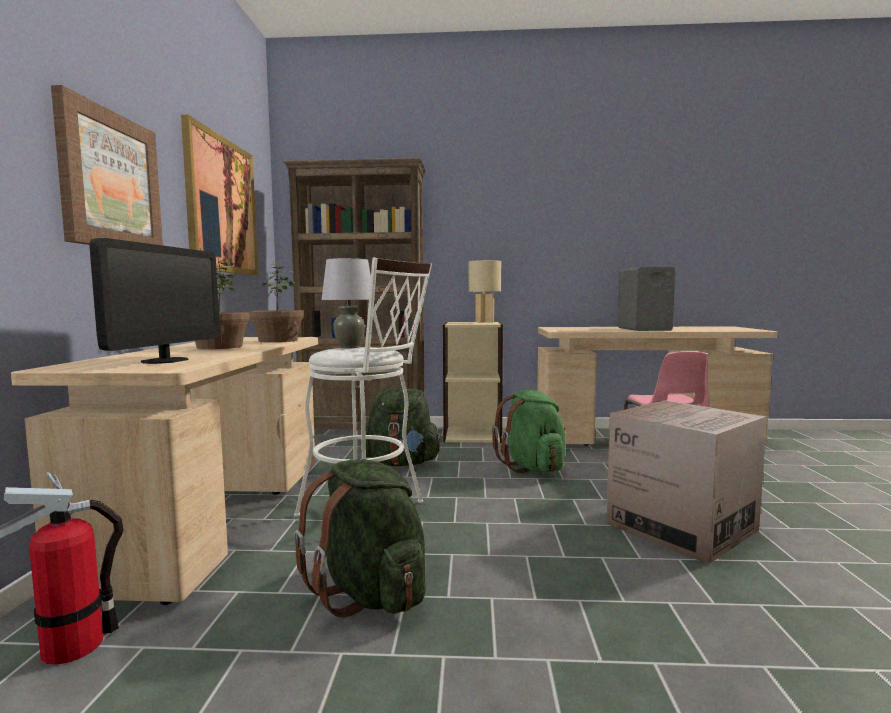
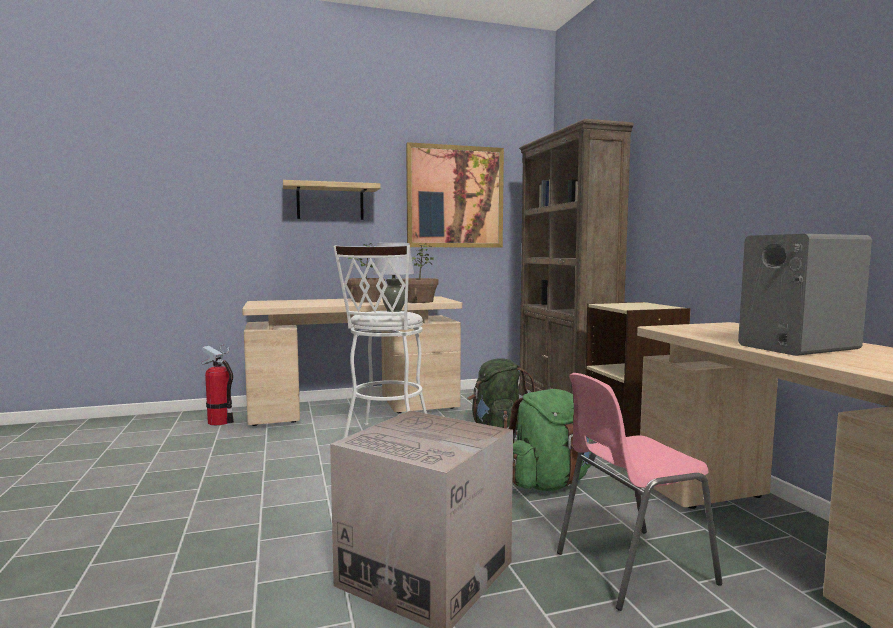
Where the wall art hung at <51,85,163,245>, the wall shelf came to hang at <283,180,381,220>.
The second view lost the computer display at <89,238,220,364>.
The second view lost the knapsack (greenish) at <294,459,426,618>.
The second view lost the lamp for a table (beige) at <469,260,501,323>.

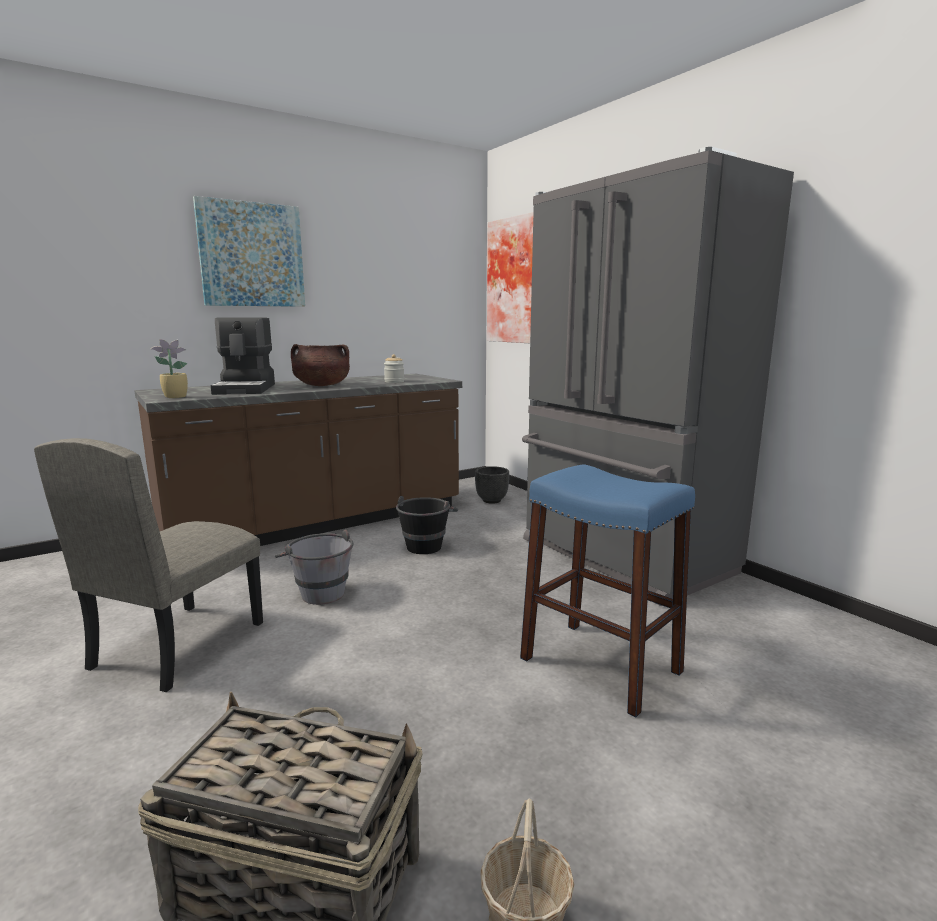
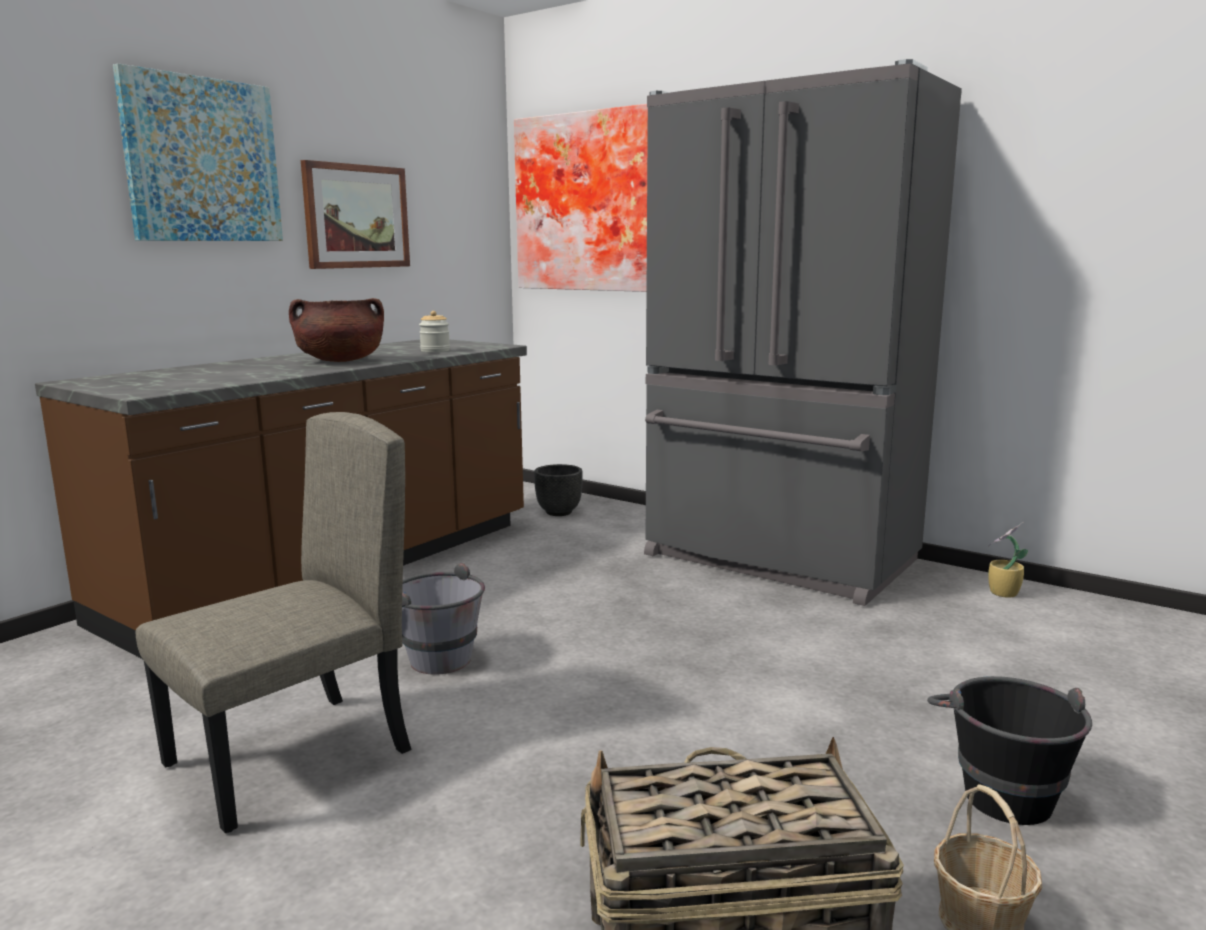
The upright chair (beige) at <34,438,263,692> ended up facing another way, 135 degrees counterclockwise from before.
The second view gained the wall art at <301,160,410,269>.
The pail (blackish) ended up elsewhere, having gone from <396,496,458,554> to <927,676,1092,825>.
The plant in a pot ended up elsewhere, having gone from <151,339,188,398> to <988,522,1028,598>.
The second view lost the coffee maker at <211,318,275,395>.
The second view lost the stool seat (bluish) at <520,465,695,718>.

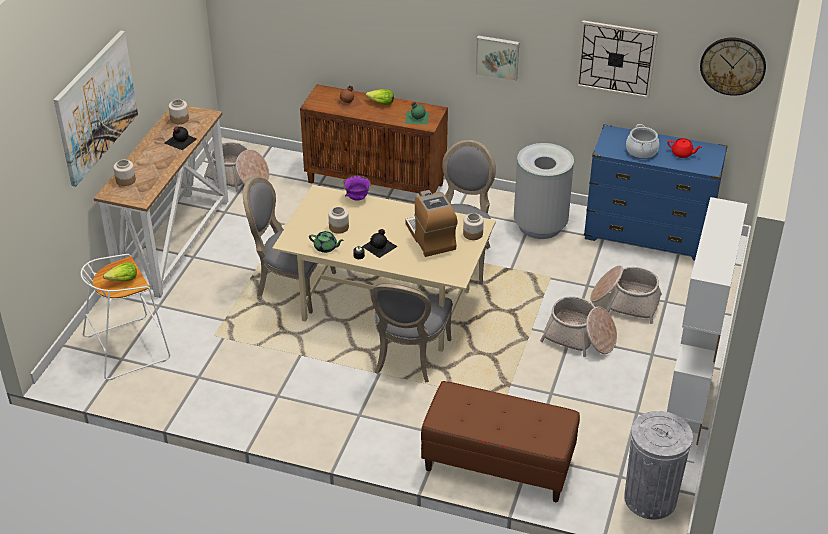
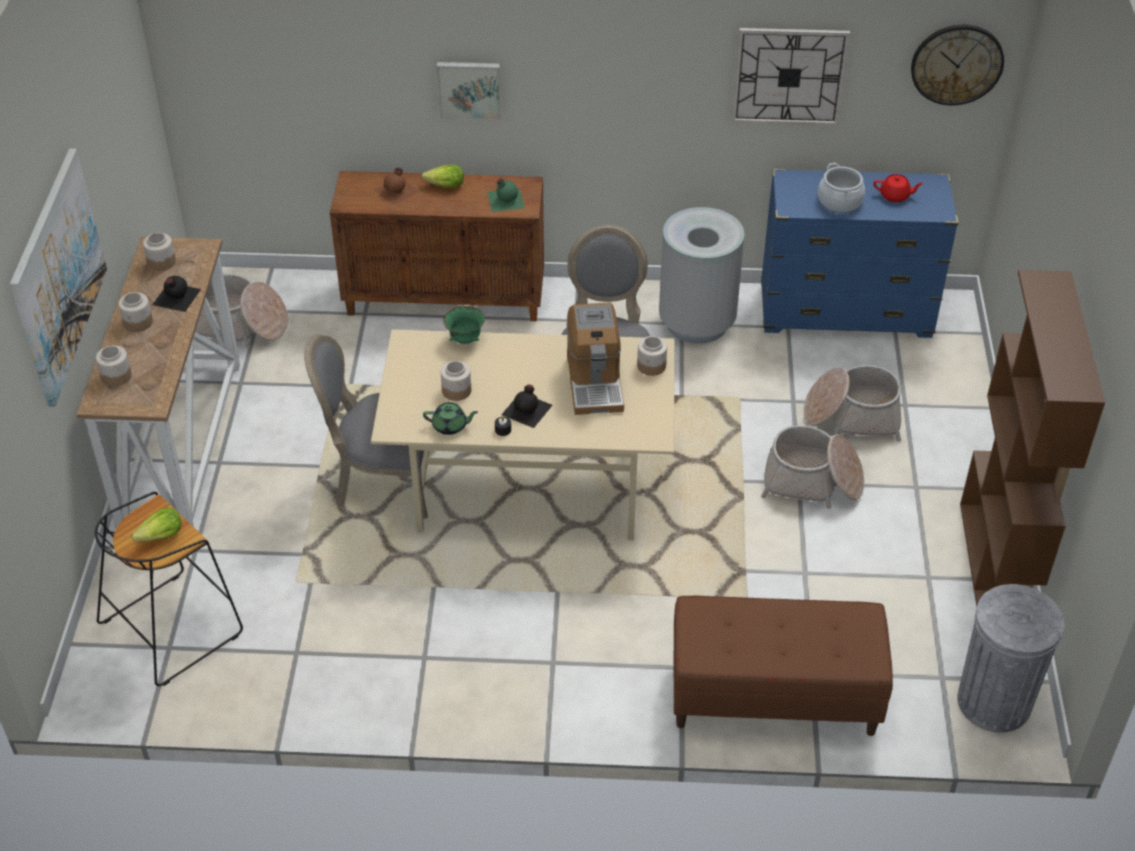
What was the stool seat (whitish) at <81,254,170,380> turned into the stool seat (blackish) at <95,492,243,686>.
The second view gained the storage jar at <118,292,153,332>.
The wall art ended up elsewhere, having gone from <475,35,519,81> to <437,62,502,120>.
What was the deep dish (purple-coloured) at <342,175,371,201> turned into the deep dish (greenish) at <443,306,485,344>.
The coffee maker at <405,190,458,257> ended up facing another way, 150 degrees counterclockwise from before.
What was the bookcase (whitish) at <667,197,747,463> turned into the bookcase (brown) at <960,270,1105,606>.
The second view lost the upright chair (grey) at <371,283,453,382>.

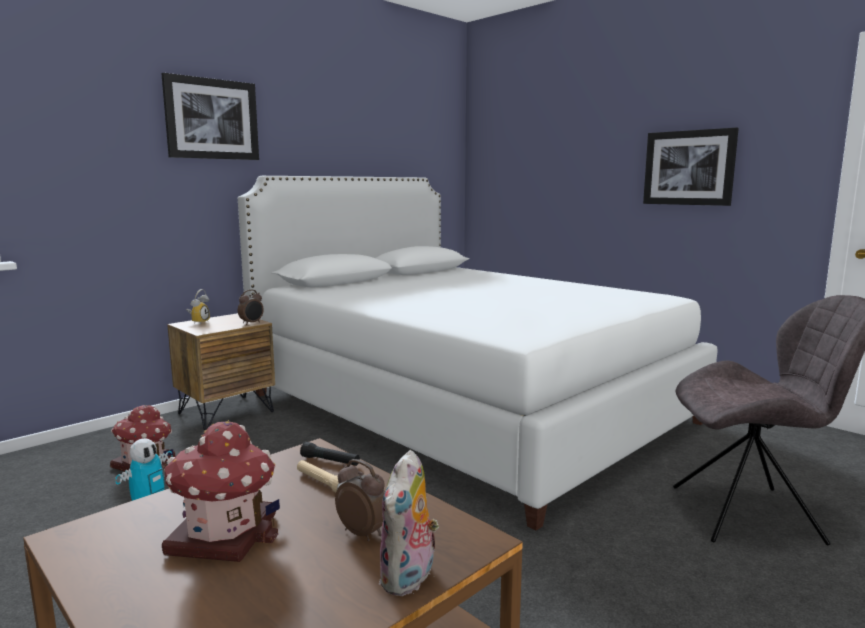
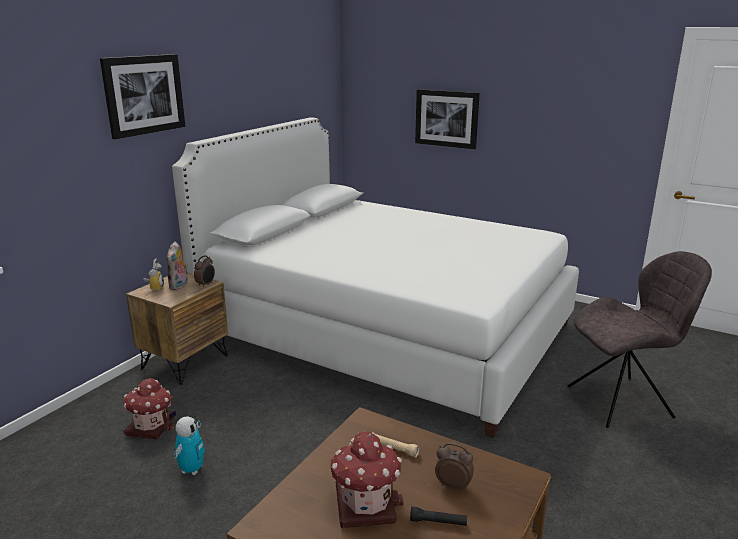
The cuddly toy ended up elsewhere, having gone from <378,450,439,596> to <167,241,188,290>.
The flashlight (blackish) ended up elsewhere, having gone from <300,442,360,466> to <410,507,467,526>.
The wall art ended up elsewhere, having gone from <643,127,739,206> to <415,89,480,149>.

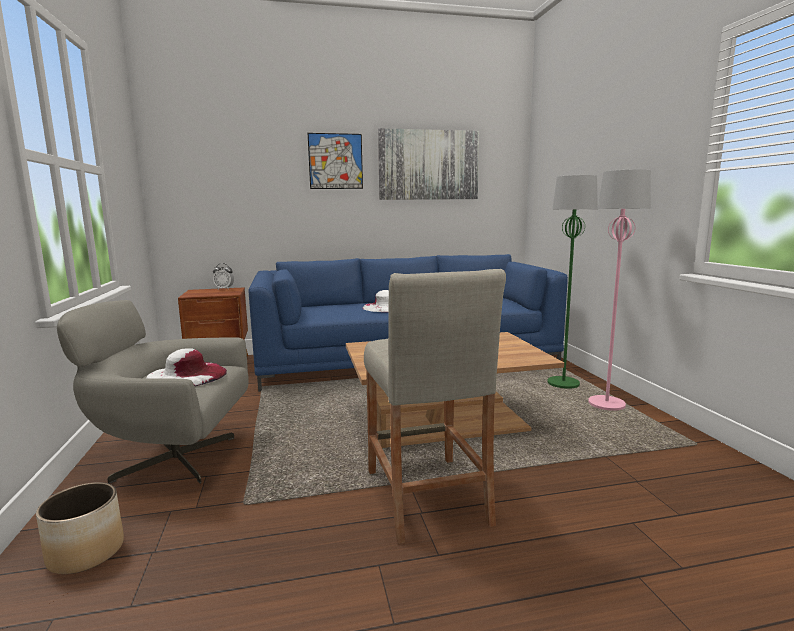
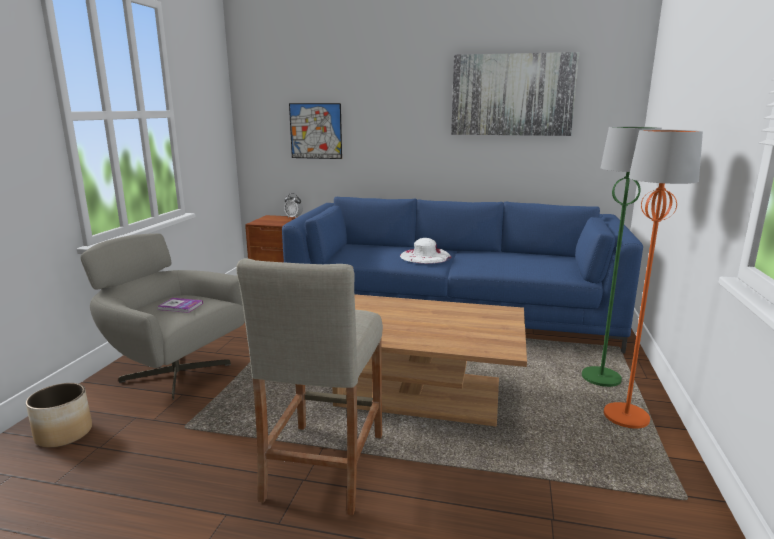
Where the hat (whitish) stood at <146,348,227,386>, the book came to stand at <157,298,203,313>.
The wall art ended up elsewhere, having gone from <308,133,363,189> to <289,103,342,159>.
What was the standing lamp (pinkish) at <588,169,651,411> turned into the standing lamp (orange) at <604,130,703,429>.

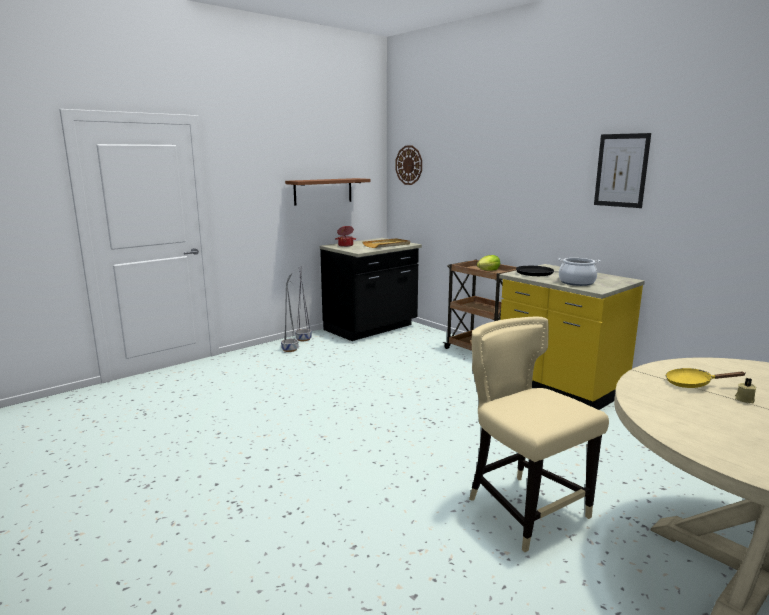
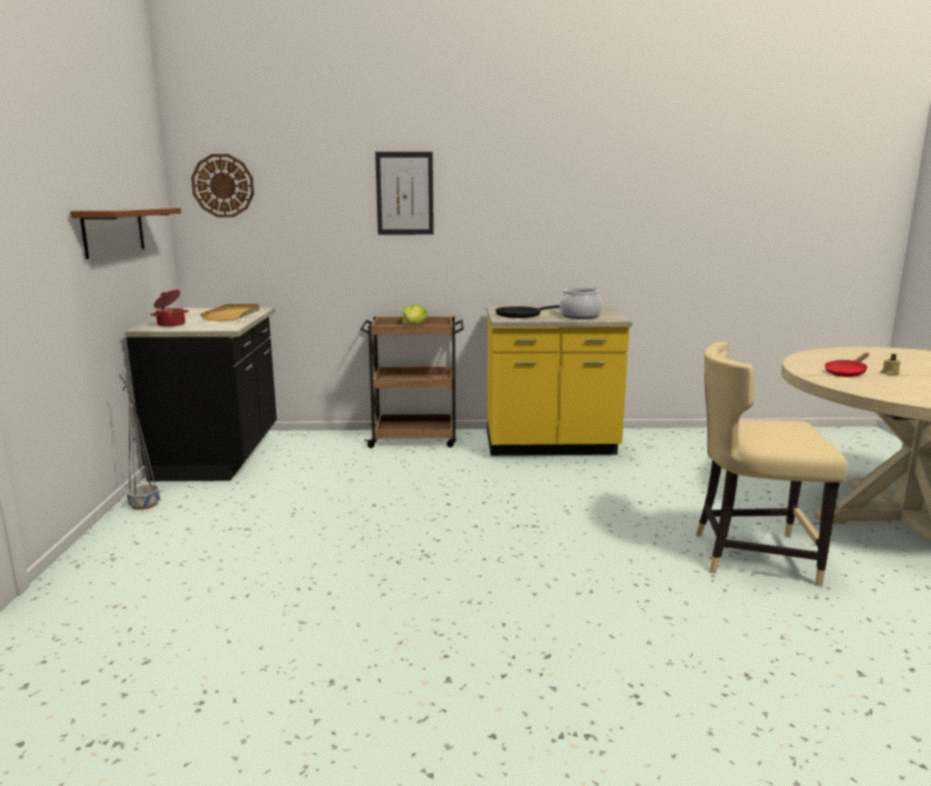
The wall art ended up elsewhere, having gone from <594,133,651,208> to <375,152,434,235>.
What was the skillet (yellowish) at <666,368,746,388> turned into the skillet (red) at <825,353,869,377>.
The second view lost the plant pot (grey) at <281,273,298,352>.

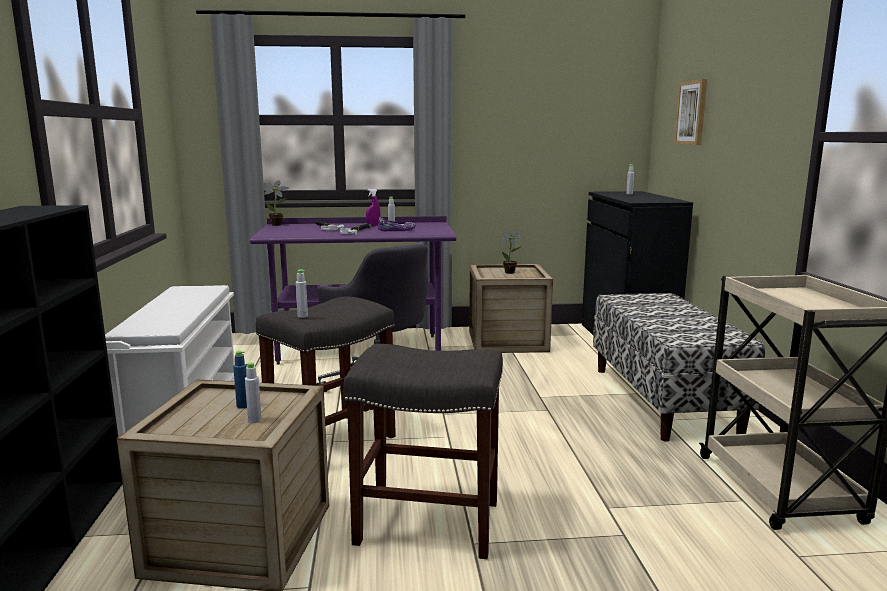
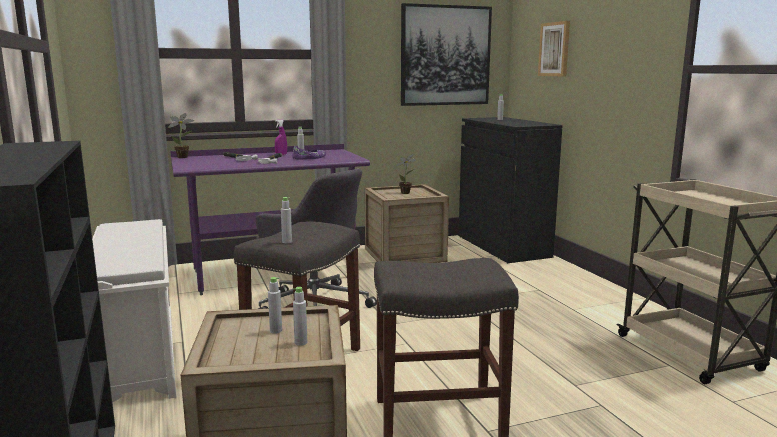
What was the drink bottle (bluish) at <233,350,247,408> turned into the drink bottle (grey) at <268,277,282,334>.
The second view gained the wall art at <401,3,492,106>.
The second view lost the indoor bench at <593,293,765,442>.

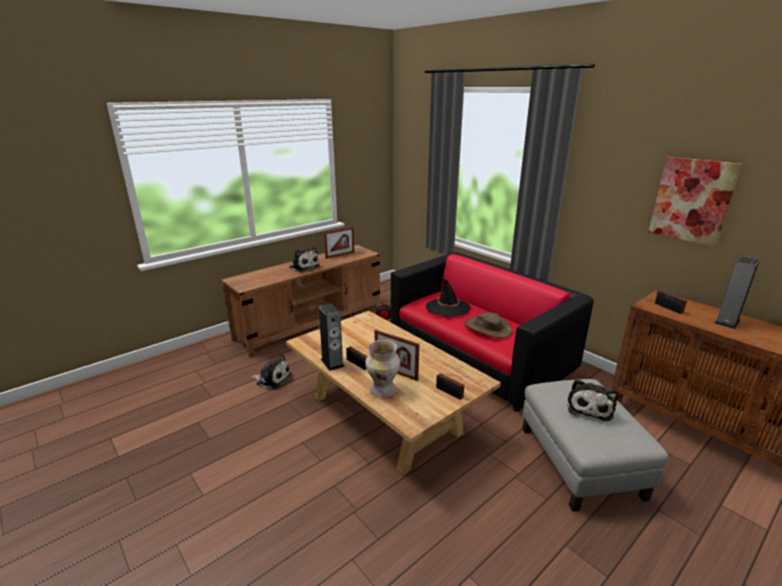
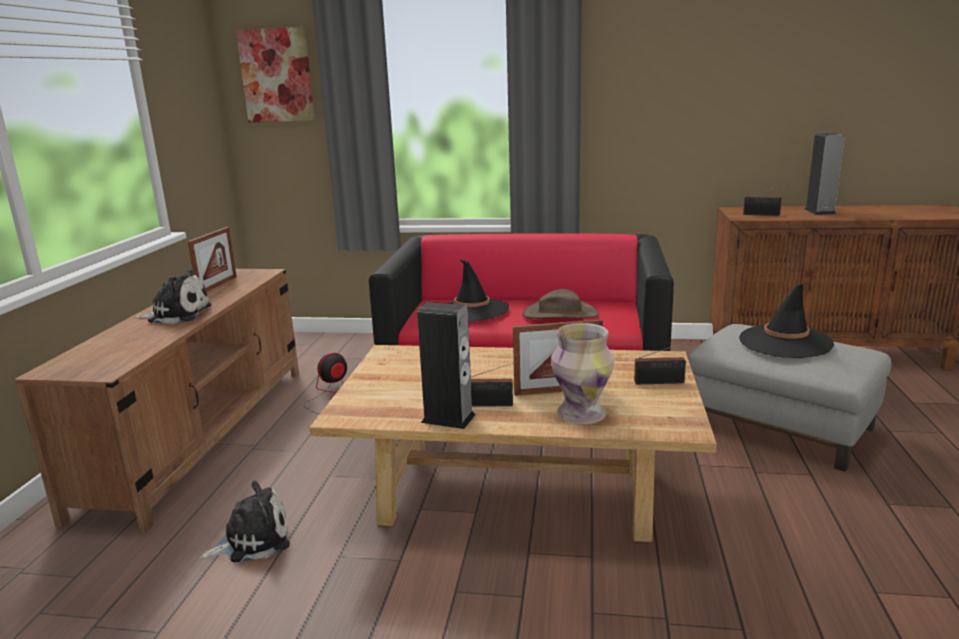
The wall art ended up elsewhere, having gone from <648,157,742,246> to <236,27,315,122>.
Where the cuddly toy stood at <567,379,619,421>, the hat (blackish) came to stand at <739,284,834,358>.

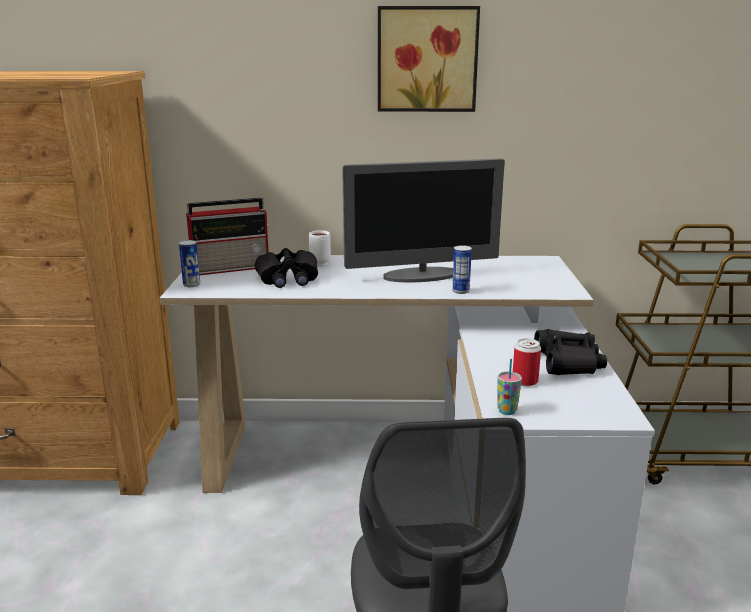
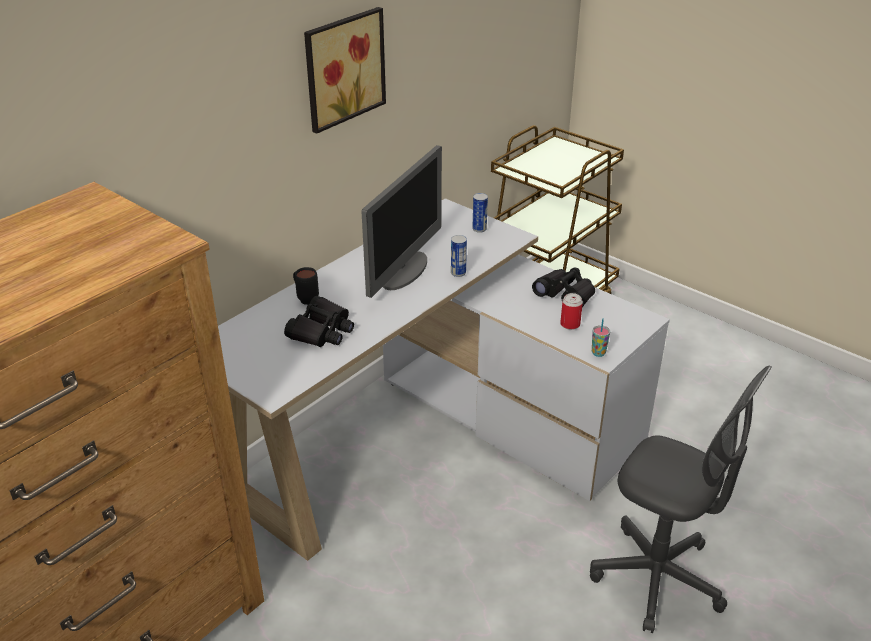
What was the tea mug (whitish) at <309,230,331,266> turned into the tea mug (blackish) at <293,267,319,305>.
The can ended up elsewhere, having gone from <179,240,200,287> to <472,193,488,233>.
The second view lost the radio set at <186,198,269,275>.

